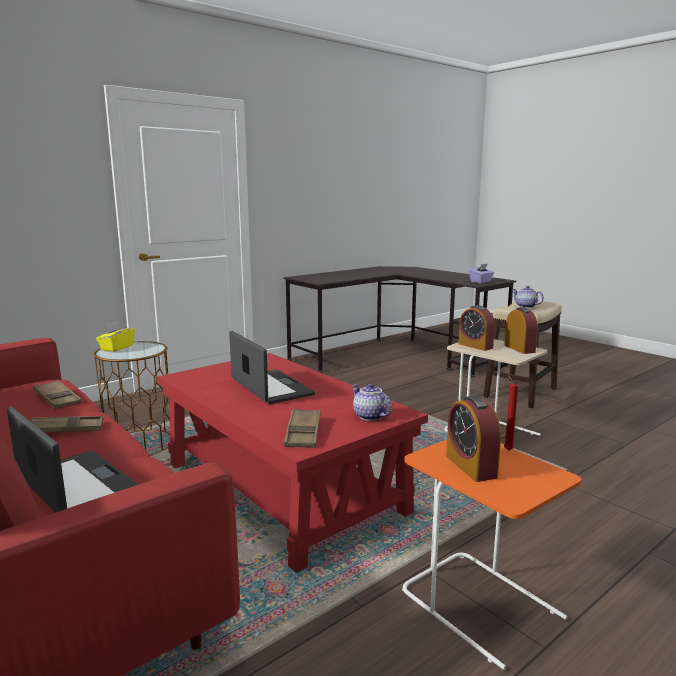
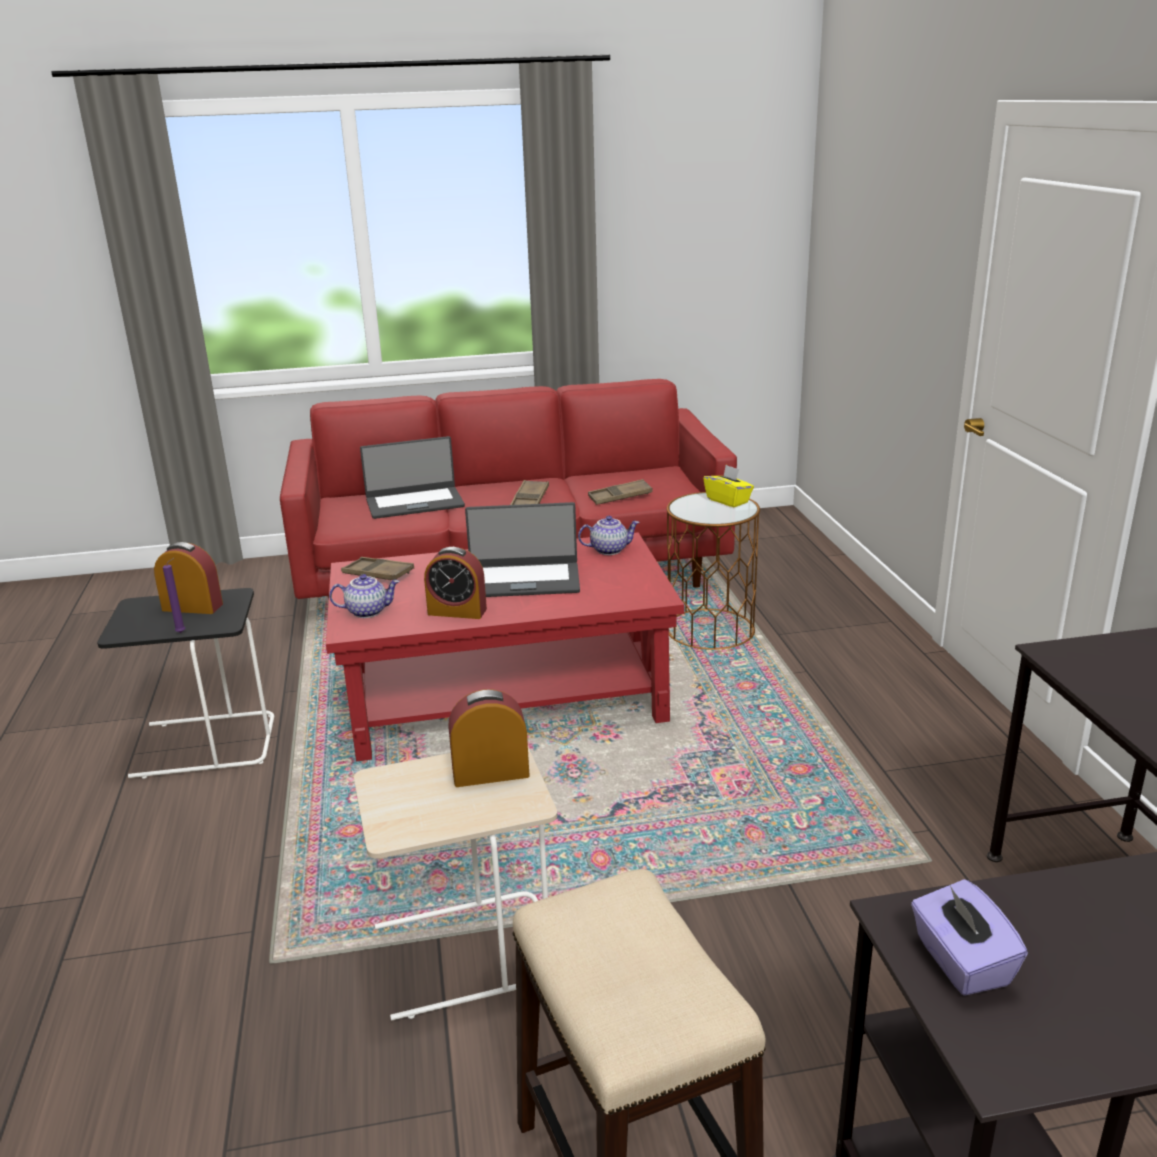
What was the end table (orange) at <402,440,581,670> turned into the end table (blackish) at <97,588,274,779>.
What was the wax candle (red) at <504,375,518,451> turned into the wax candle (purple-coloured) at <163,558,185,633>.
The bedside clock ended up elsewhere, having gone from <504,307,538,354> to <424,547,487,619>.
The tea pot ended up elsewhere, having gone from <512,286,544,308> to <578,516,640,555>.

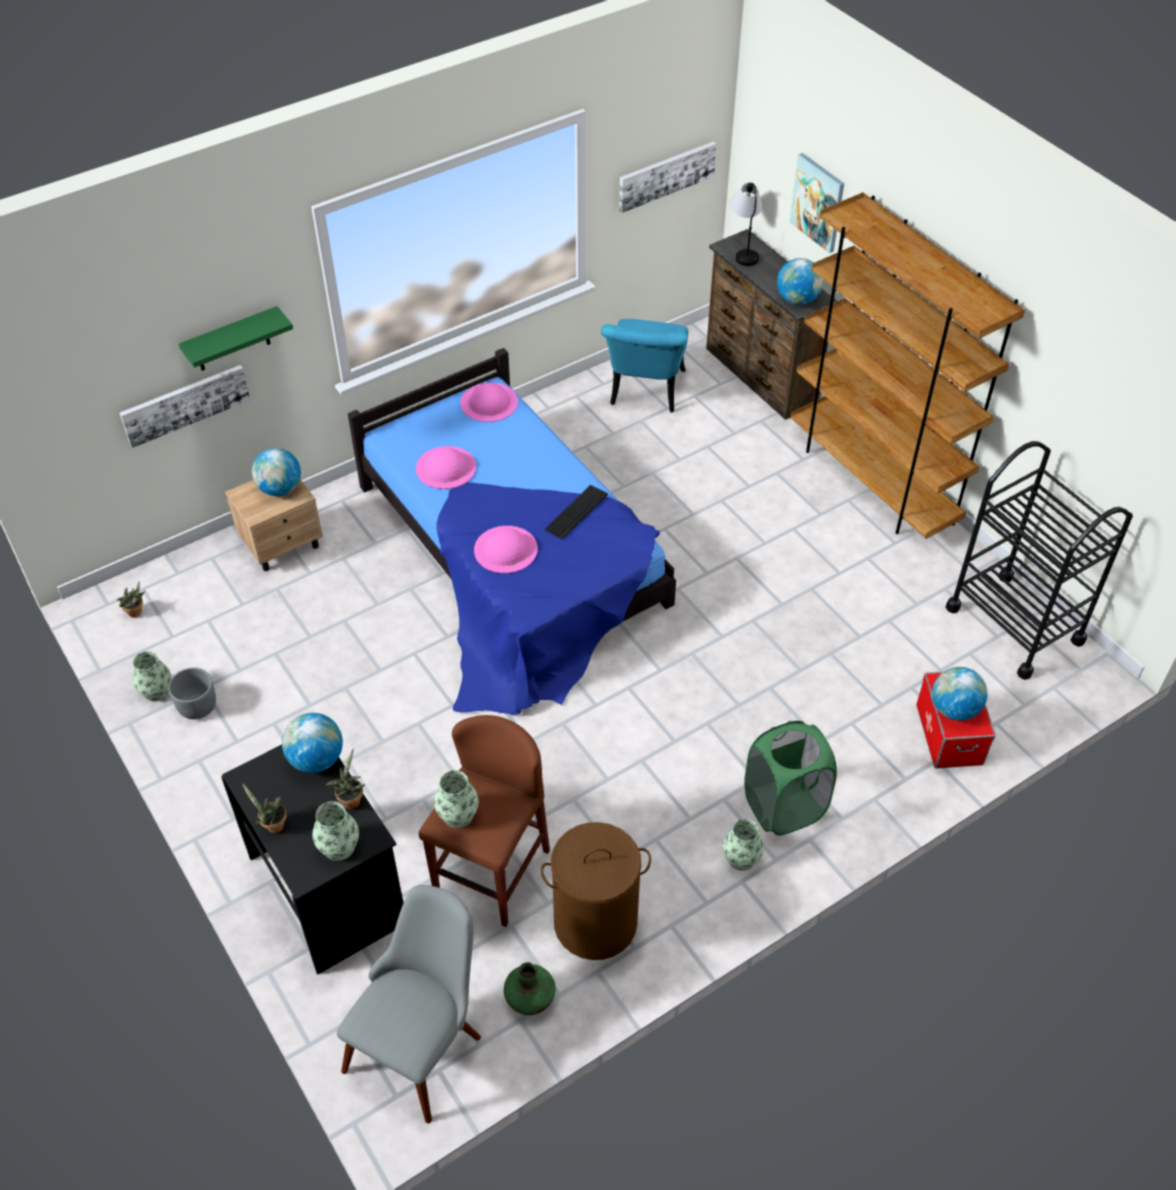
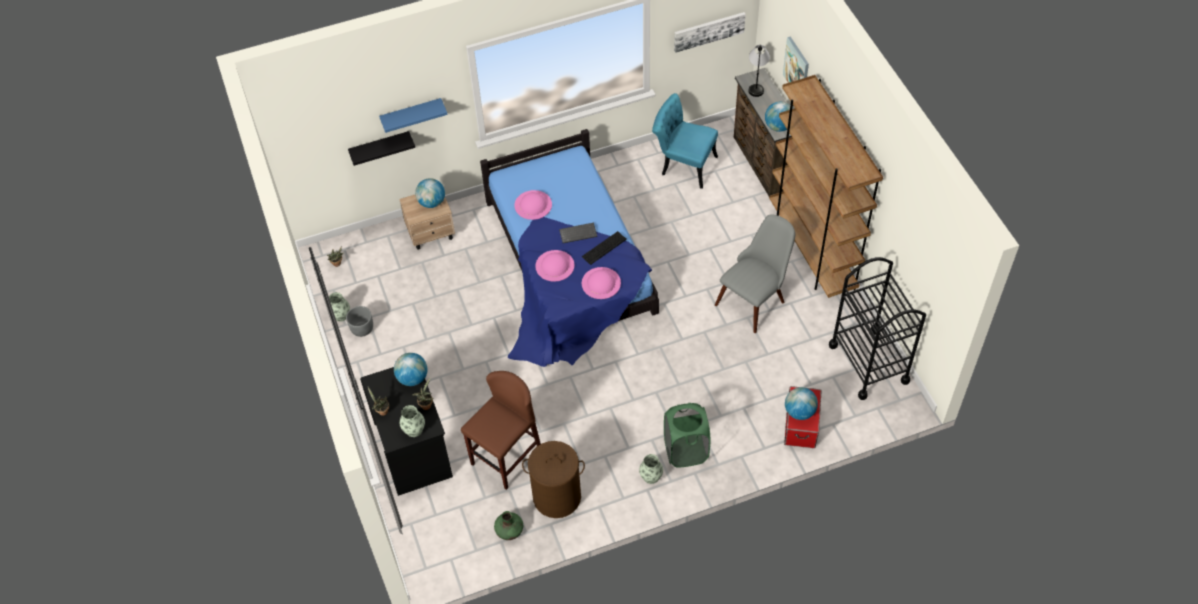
Where the wall art hung at <120,365,250,448>, the wall shelf (blackish) came to hang at <348,131,415,166>.
What was the wall shelf (greenish) at <179,306,293,371> turned into the wall shelf (bluish) at <379,98,448,133>.
The second view gained the PC keyboard at <559,223,597,243>.
The hat (pinkish) ended up elsewhere, having gone from <460,383,518,422> to <582,267,621,299>.
The upright chair (turquoise) at <601,319,688,413> ended up facing another way, 90 degrees clockwise from before.
The upright chair (grey) ended up elsewhere, having gone from <337,885,481,1124> to <715,214,796,333>.
The second view lost the flower vase at <434,770,479,828>.

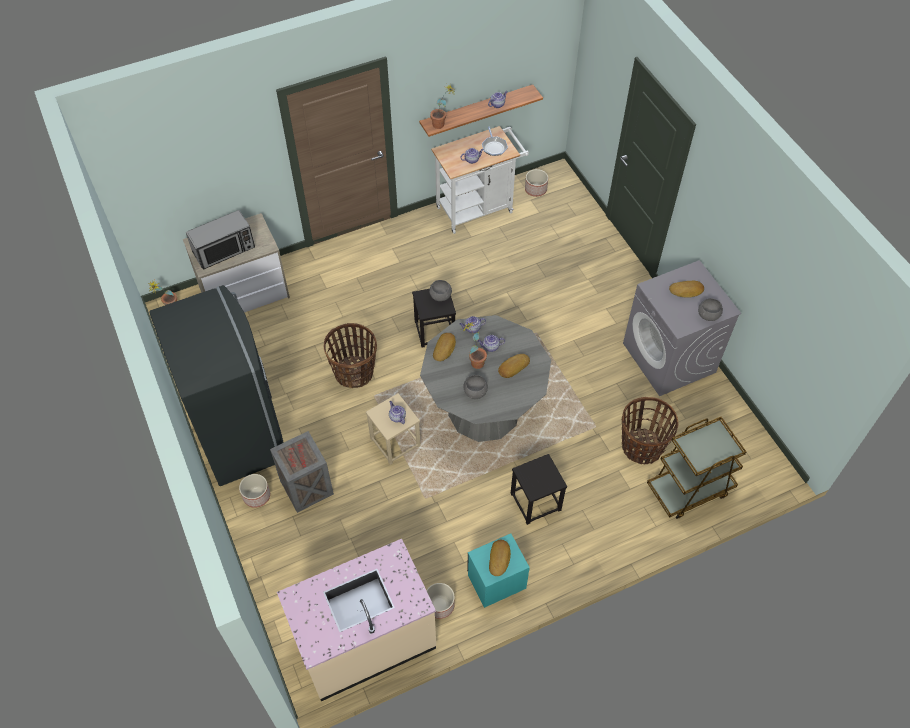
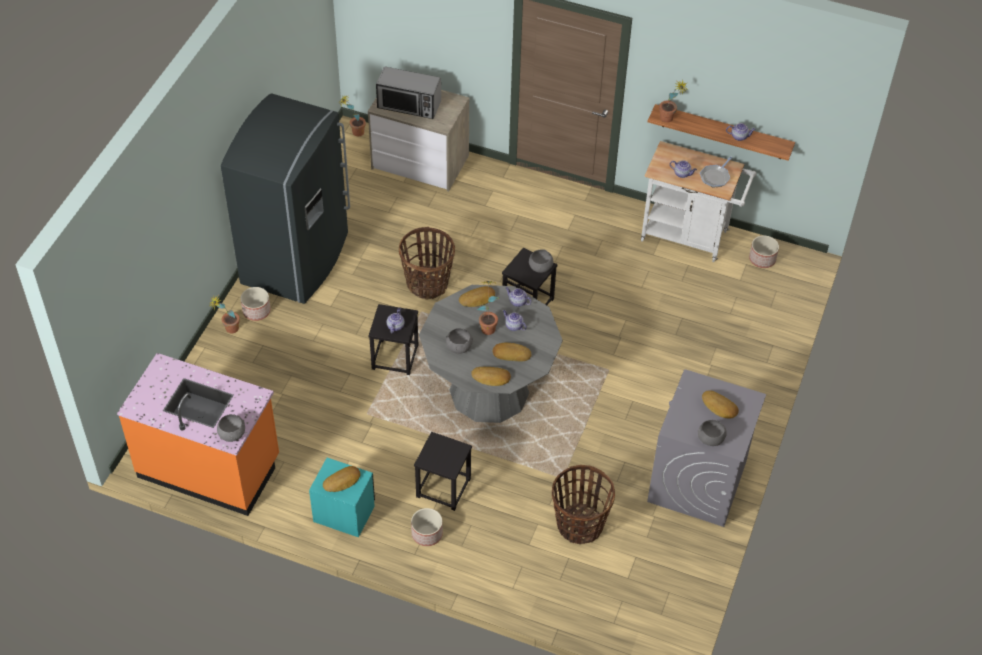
What was the kitchen base unit (beige) at <277,539,436,701> turned into the kitchen base unit (orange) at <117,353,279,516>.
The second view gained the plant in a pot at <209,295,240,333>.
The second view gained the deep dish (grey) at <217,414,245,442>.
What was the stool seat (beige) at <366,393,421,465> turned into the stool seat (blackish) at <369,304,418,375>.
The plant pot ended up elsewhere, having gone from <426,583,455,619> to <411,508,443,546>.
The second view gained the bakery bread at <471,367,511,386>.
The second view lost the crate at <270,431,334,513>.
The second view lost the wheeled cart (brown) at <647,417,746,519>.

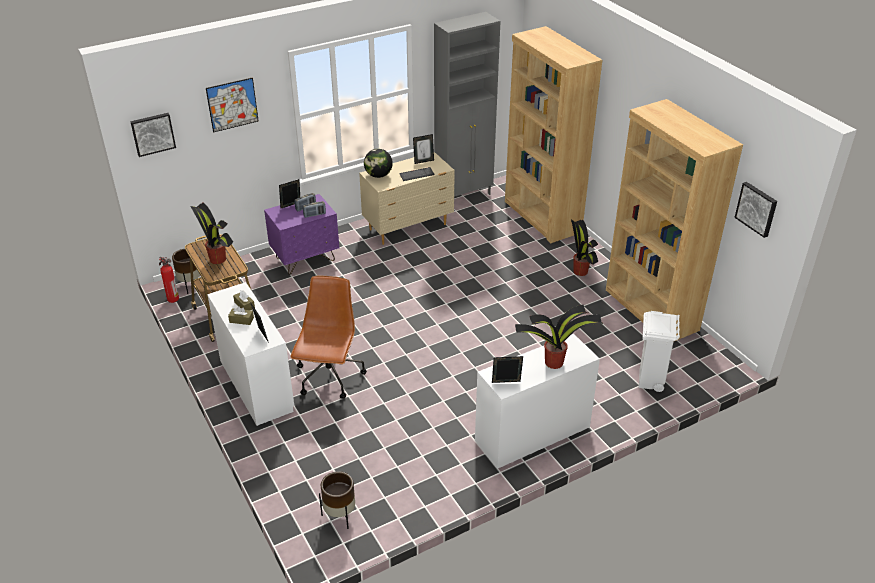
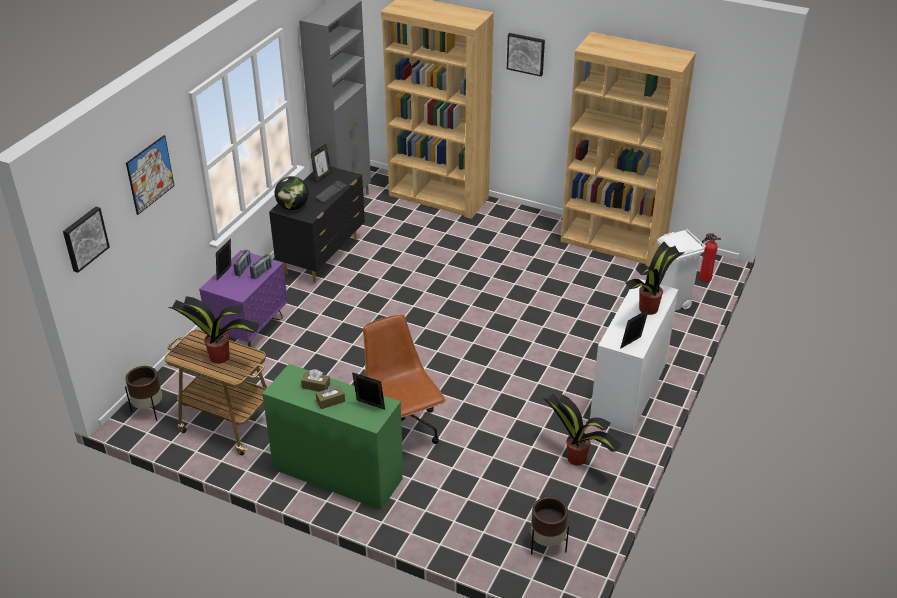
What was the desk table (whitish) at <207,282,294,426> turned into the desk table (greenish) at <262,364,403,510>.
What was the chest of drawers (beige) at <359,152,455,245> turned into the chest of drawers (blackish) at <269,166,365,283>.
The wall art ended up elsewhere, having gone from <734,182,777,238> to <507,33,545,76>.
The plant in a pot ended up elsewhere, having gone from <571,220,598,276> to <543,393,622,465>.
The fire extinguisher ended up elsewhere, having gone from <159,257,179,303> to <699,233,721,282>.

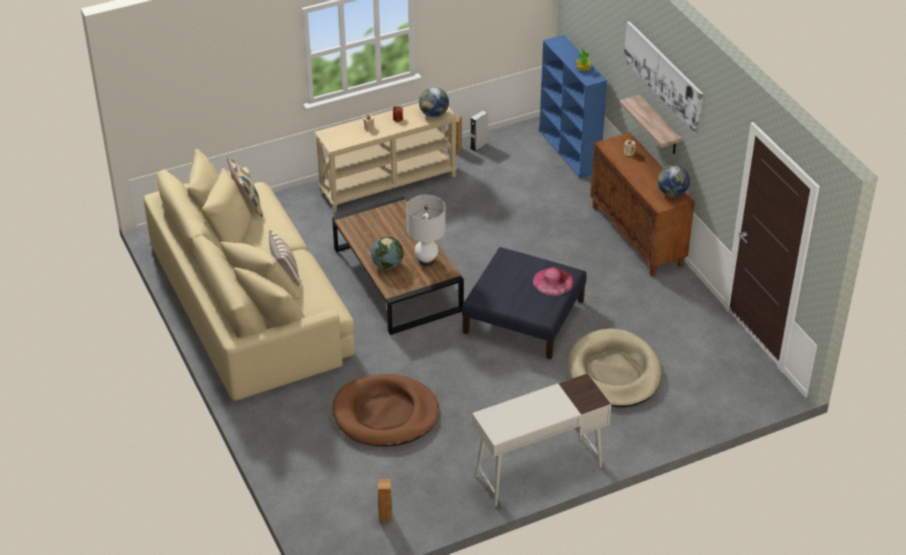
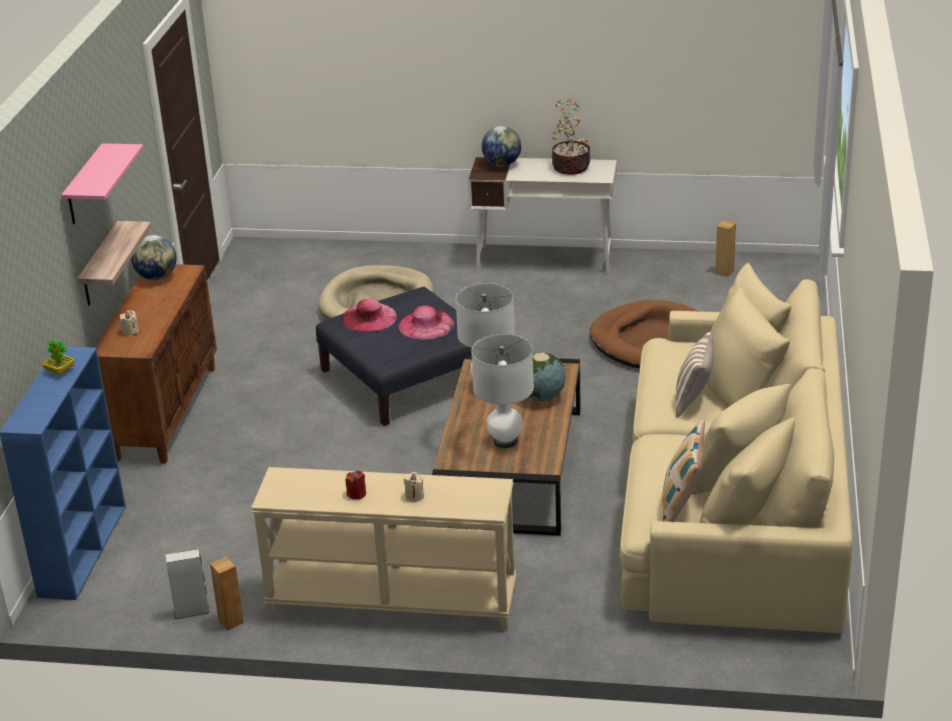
Where the wall art hung at <624,21,703,134>, the wall shelf (pinkish) came to hang at <61,143,143,224>.
The second view gained the hat (pinkish) at <398,305,455,340>.
The second view gained the lamp for a table (whitish) at <471,334,534,448>.
The desk globe ended up elsewhere, having gone from <419,87,449,118> to <482,126,521,167>.
The second view gained the plant in a pot at <552,99,590,175>.

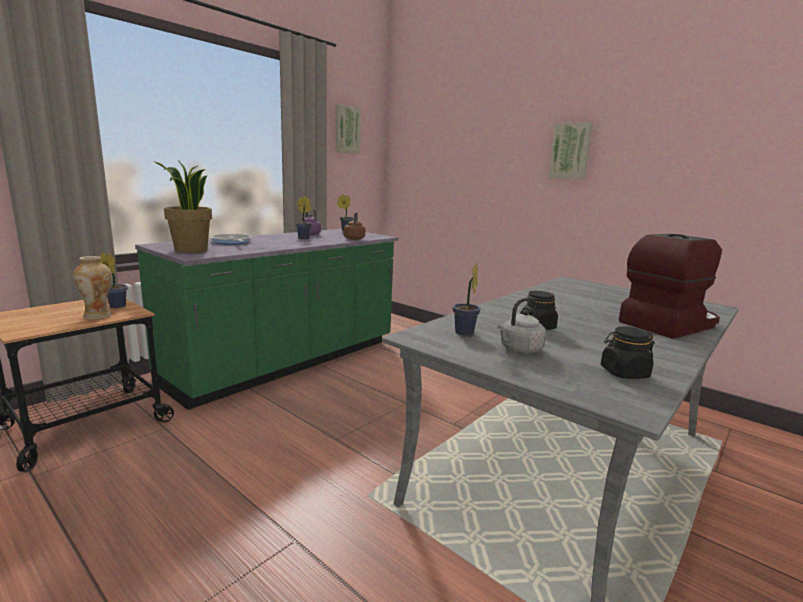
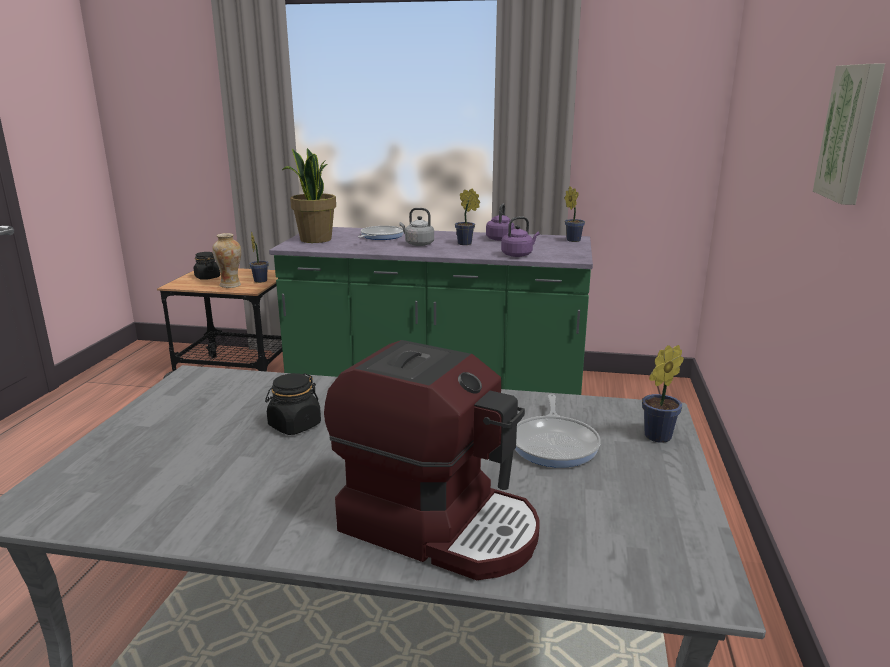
The storage jar (blackish) ended up elsewhere, having gone from <601,326,654,379> to <194,252,220,280>.
The water kettle (grey) ended up elsewhere, having gone from <497,297,546,353> to <399,208,434,246>.
What was the water kettle (brown) at <344,212,365,240> turned into the water kettle (purple-coloured) at <501,217,540,257>.
The second view gained the skillet at <515,394,601,468>.
The plant in a pot ended up elsewhere, having gone from <453,263,480,336> to <642,345,684,443>.
The second view lost the wall art at <336,104,361,154>.

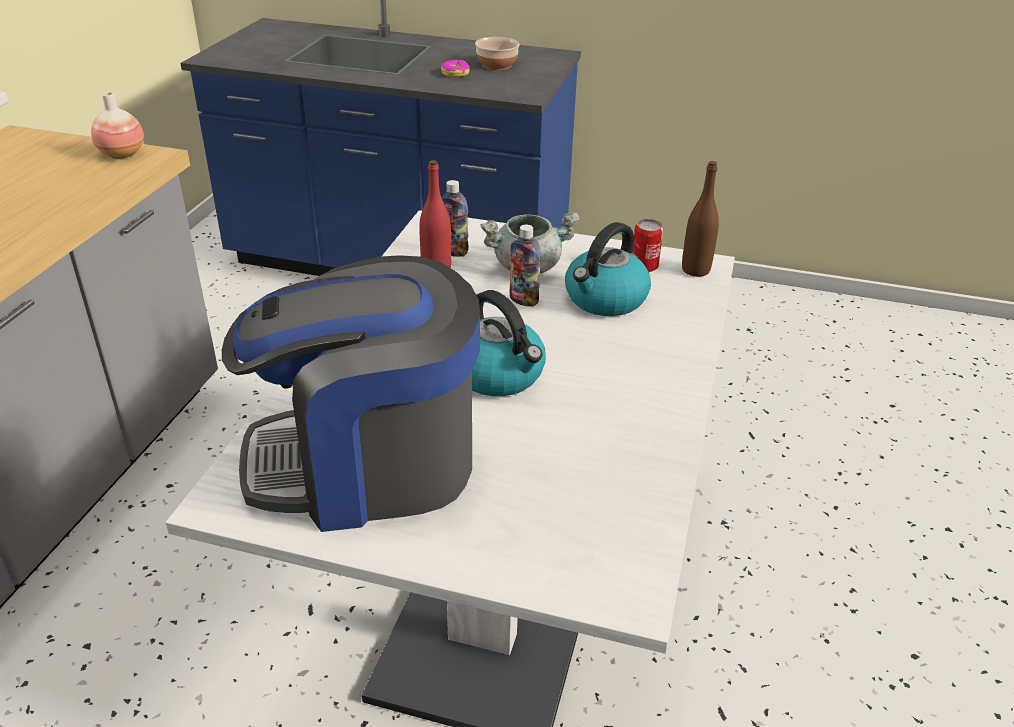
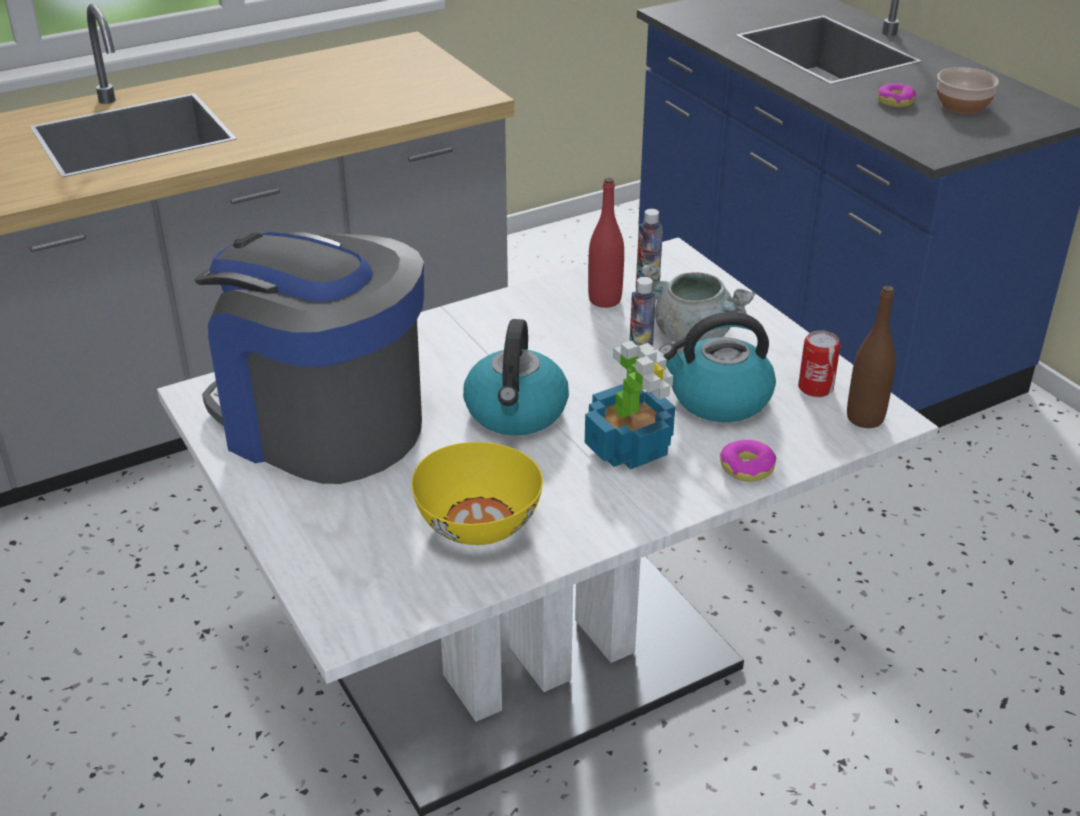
The second view gained the deep dish (yellowish) at <412,442,543,545>.
The second view gained the plant in a pot at <585,341,675,470>.
The second view gained the ring doughnut at <720,440,776,482>.
The second view lost the flower vase at <91,92,144,159>.

